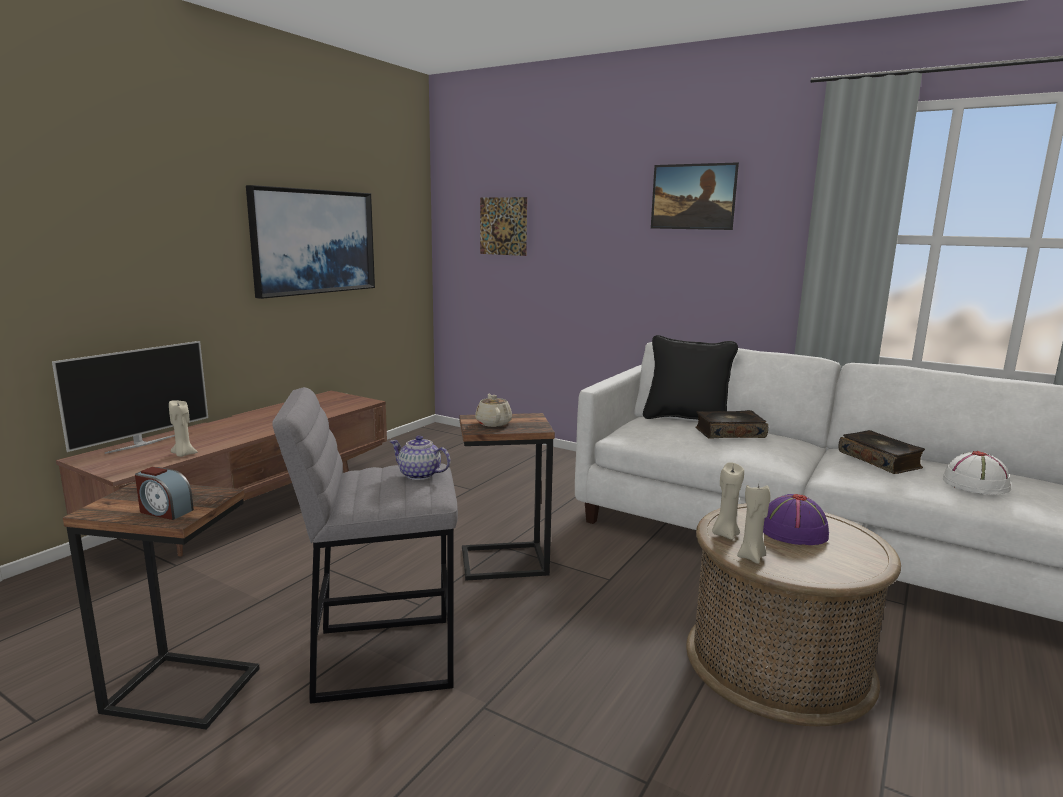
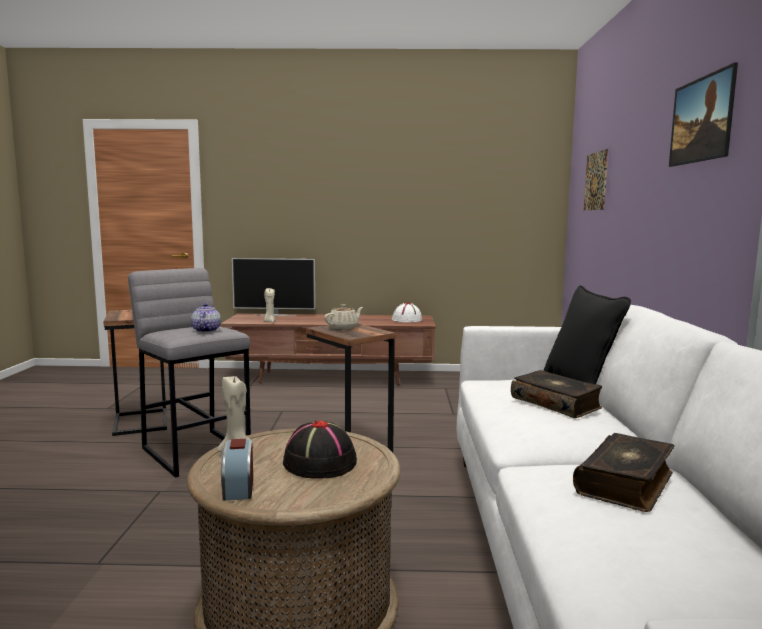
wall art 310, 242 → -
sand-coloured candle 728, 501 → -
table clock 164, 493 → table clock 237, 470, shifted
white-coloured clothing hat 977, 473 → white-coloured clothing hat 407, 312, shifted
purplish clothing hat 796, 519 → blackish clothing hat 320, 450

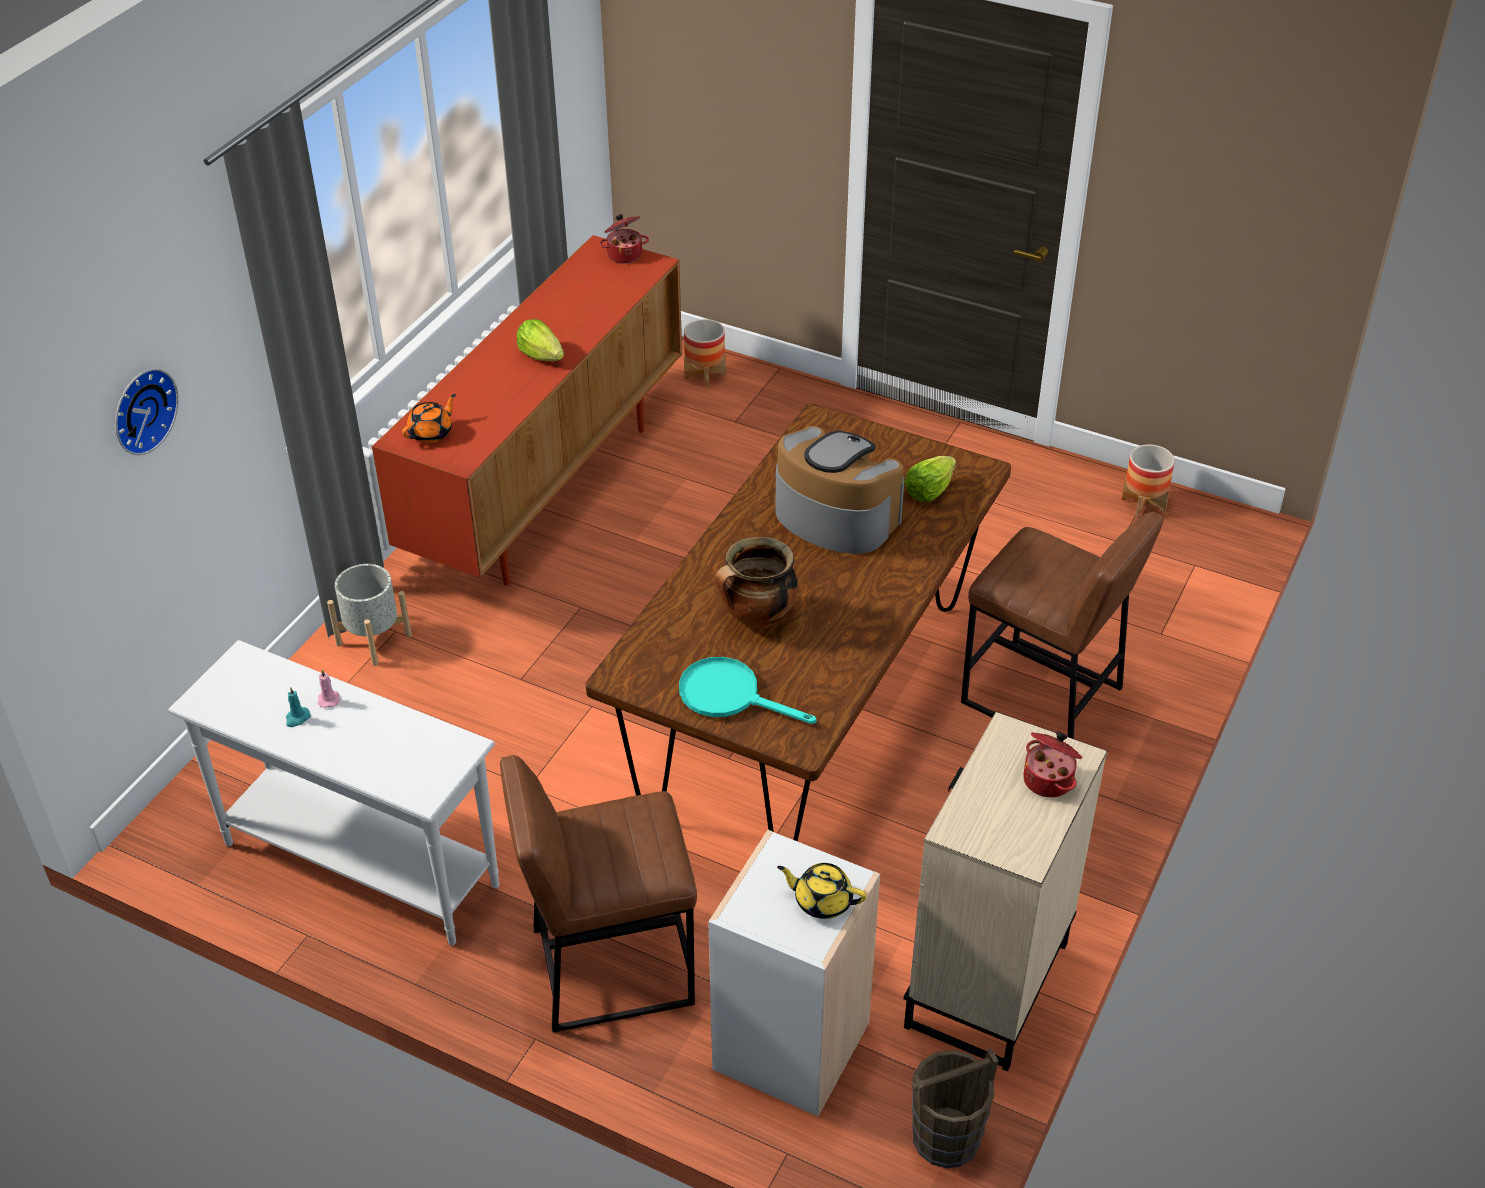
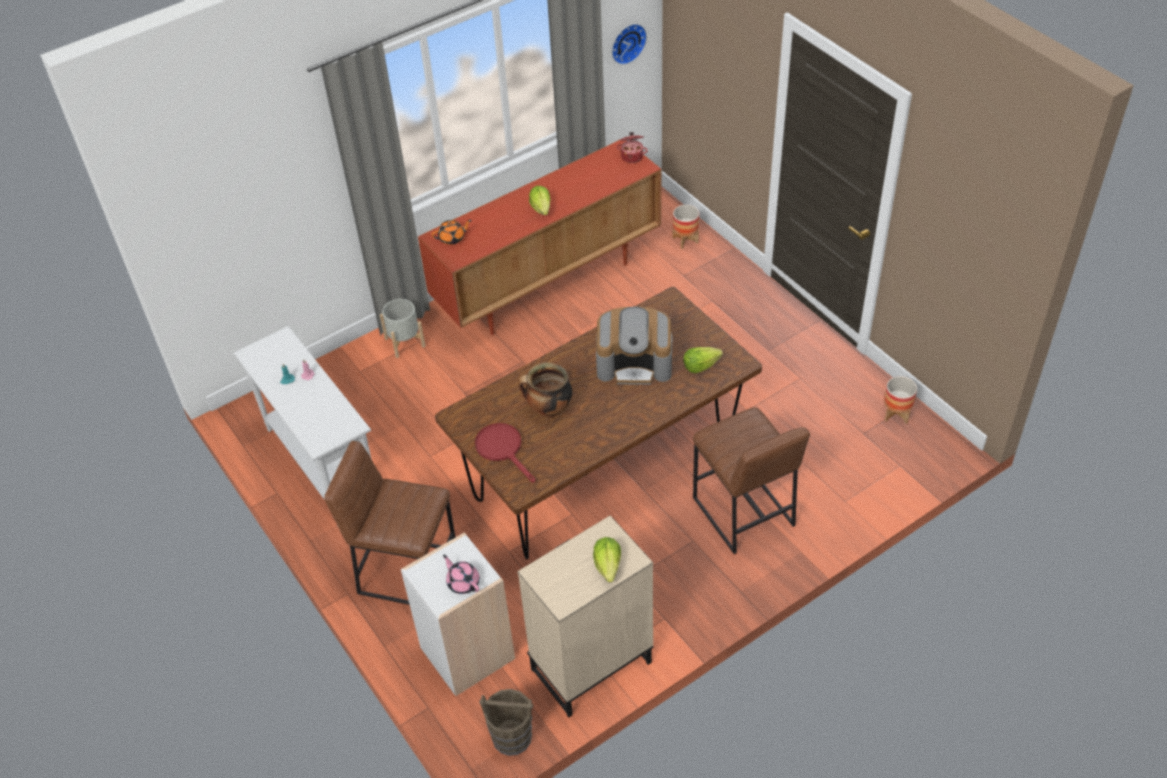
wall clock 147, 412 → wall clock 629, 44, shifted
cooking pot 1053, 764 → lettuce 607, 559
blue-green frying pan 747, 690 → red-coloured frying pan 505, 452
yellow-coloured tea pot 822, 891 → pinkish tea pot 461, 574
coffee machine 839, 490 → coffee machine 634, 345, 120 degrees clockwise

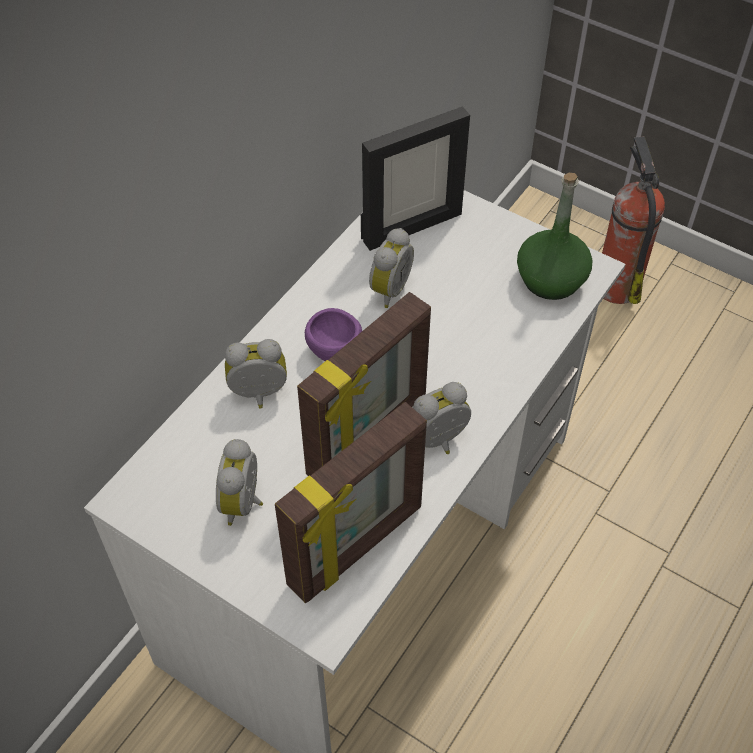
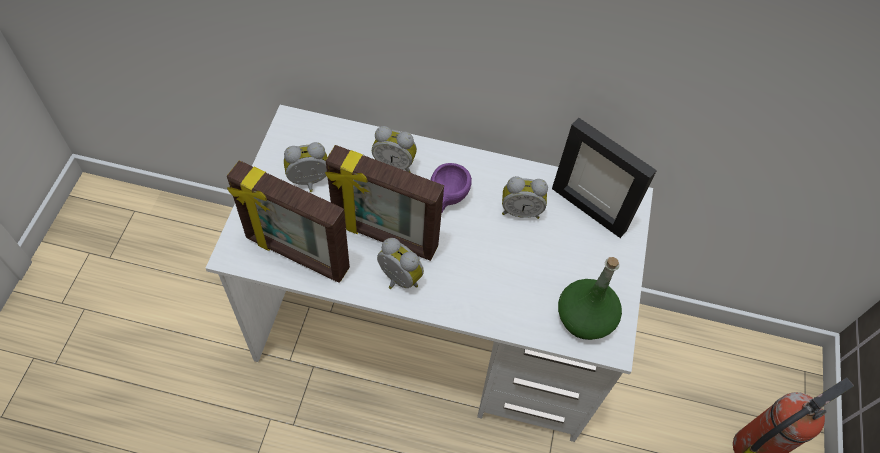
table clock 256, 373 → table clock 394, 149, 135 degrees clockwise

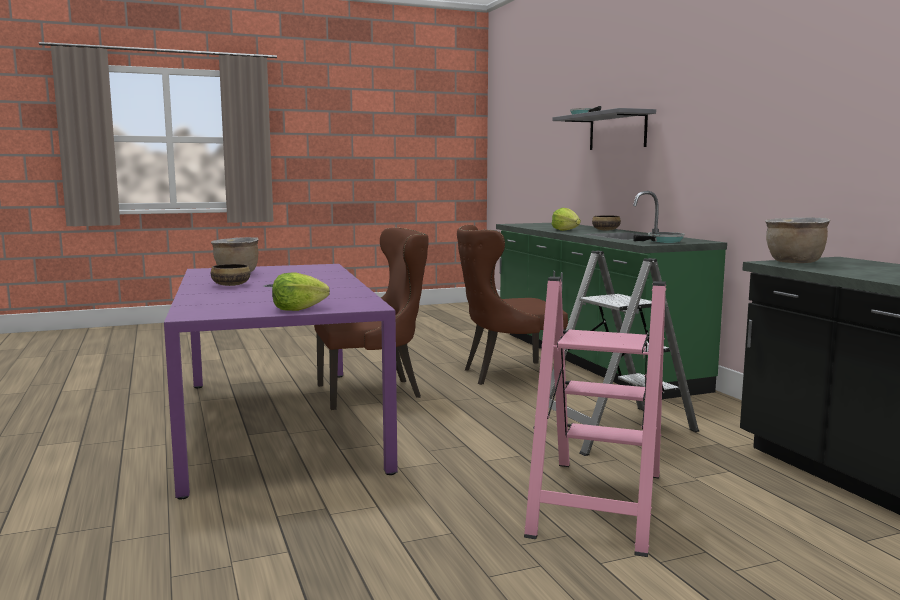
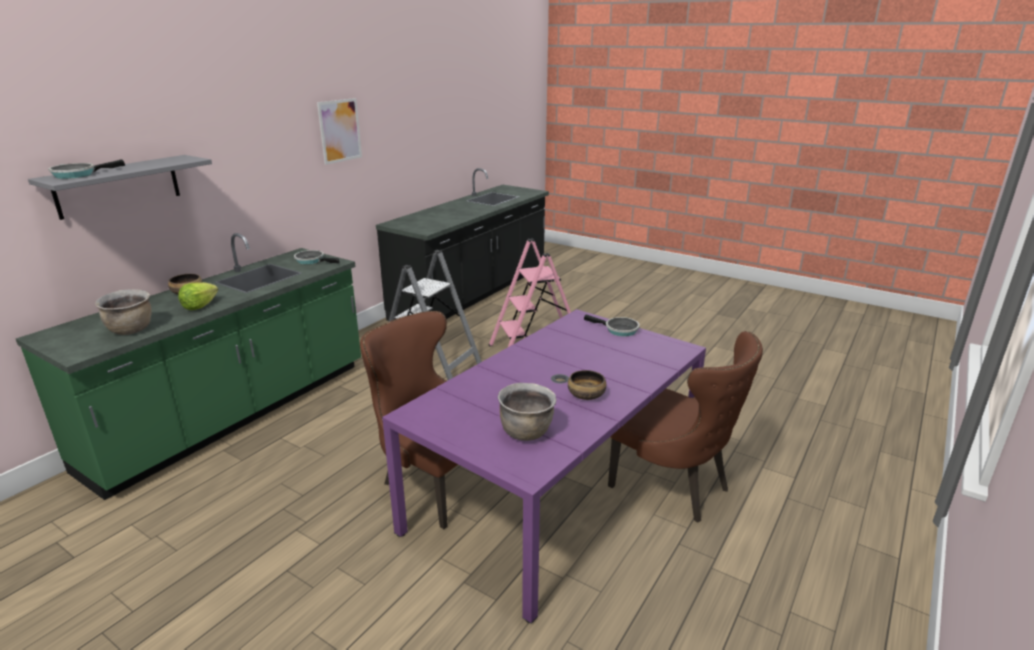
- → wall art 339, 131
brown chair 512, 305 → brown chair 685, 427, shifted
brown cooking pot 797, 240 → brown cooking pot 123, 312, shifted
lettuce 301, 291 → frying pan 612, 325

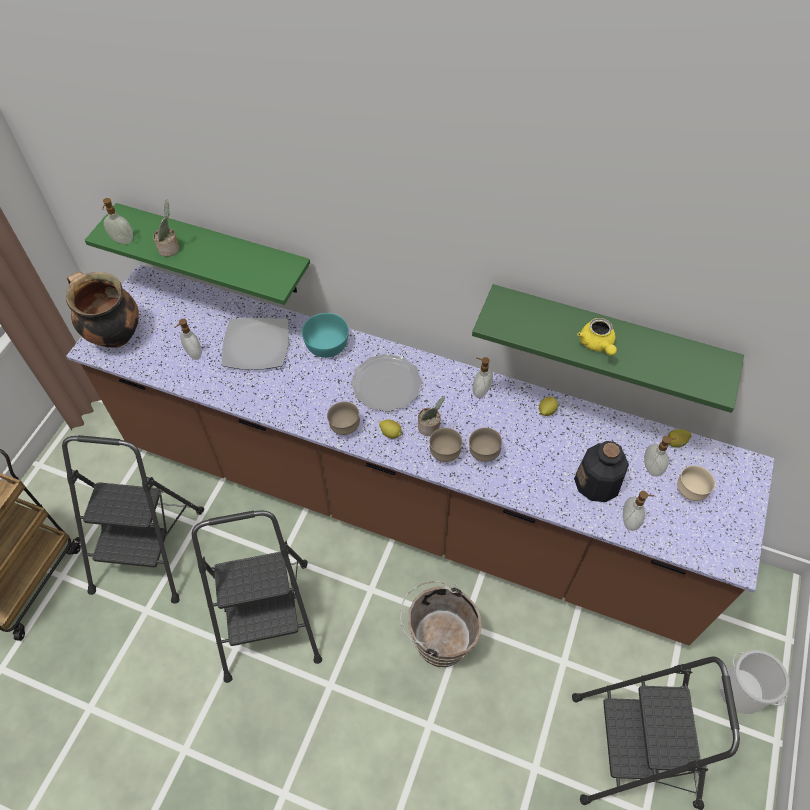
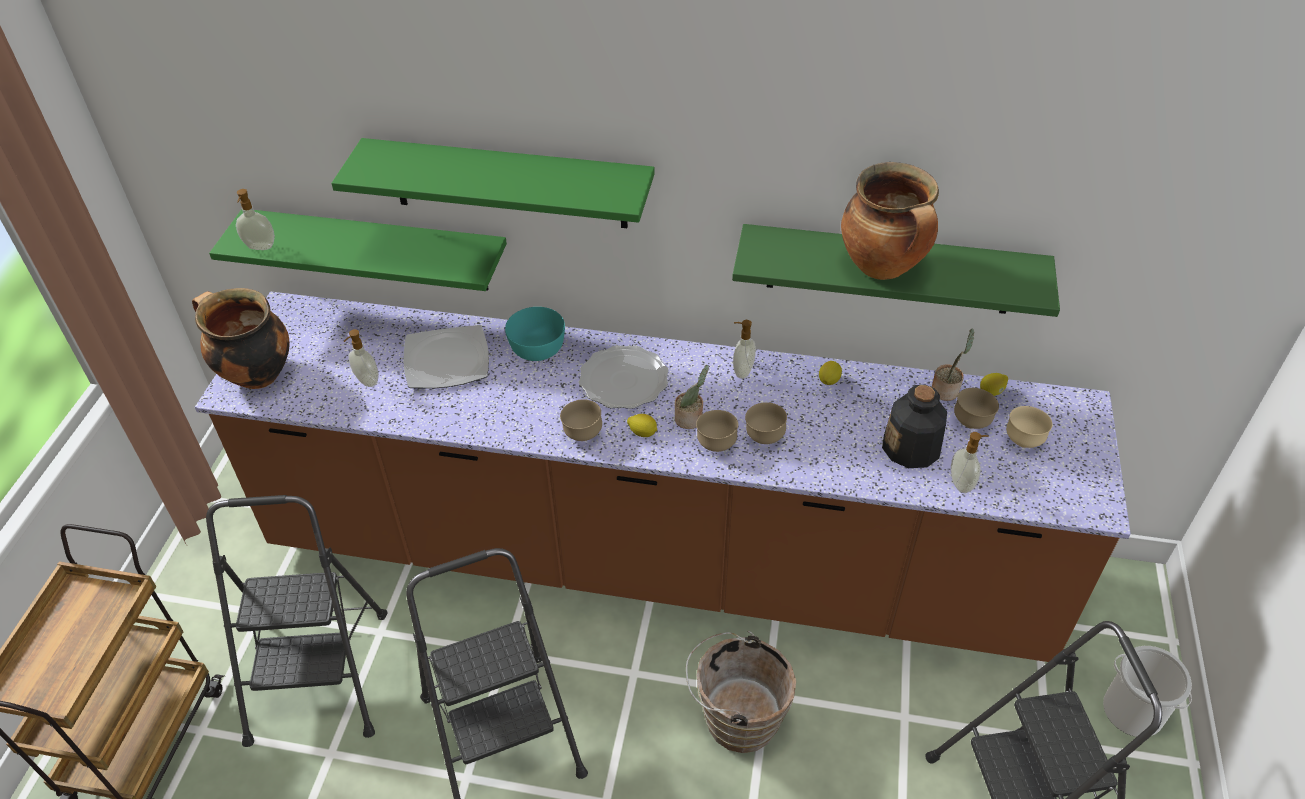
- → greenish shelf 493, 183
houseplant 166, 228 → houseplant 953, 364, shifted
yellow-coloured tea pot 597, 337 → cooking pot 890, 221
liquid soap bottle 660, 456 → brown deep dish 976, 408

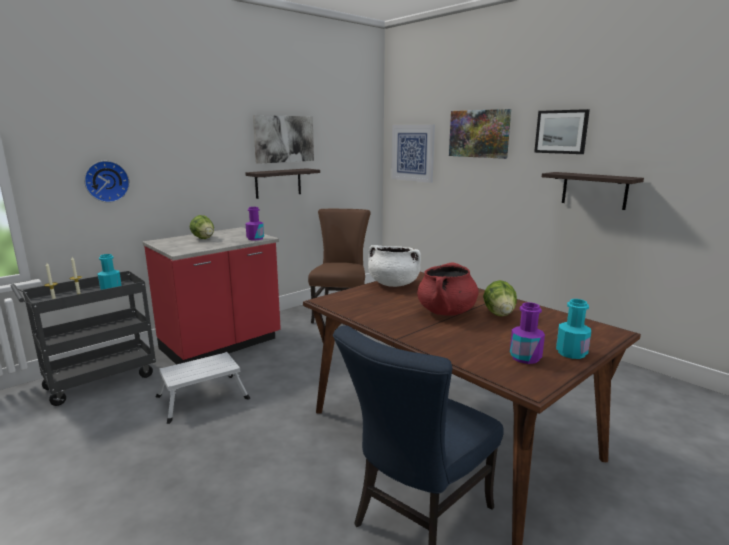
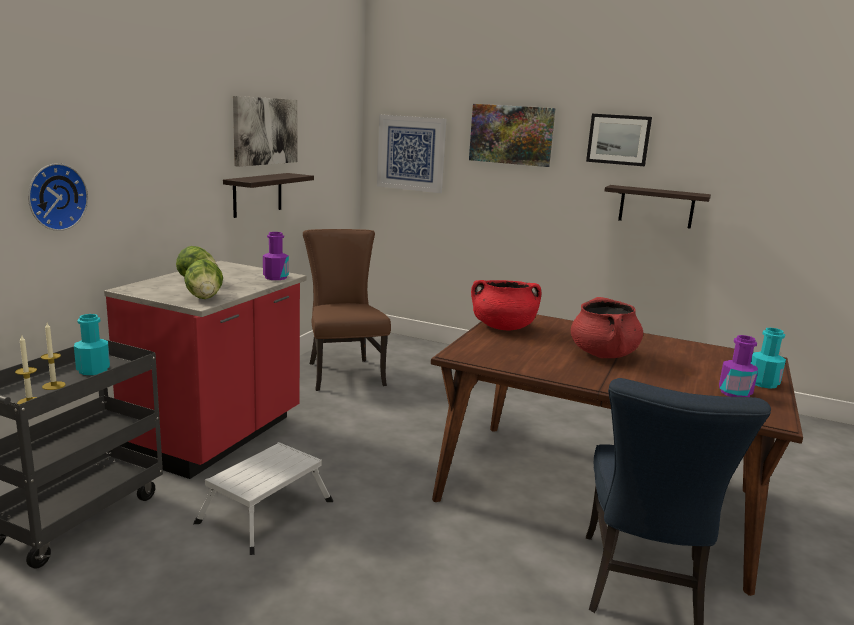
lettuce 500, 298 → lettuce 203, 279, shifted
white-coloured cooking pot 394, 266 → red-coloured cooking pot 506, 305

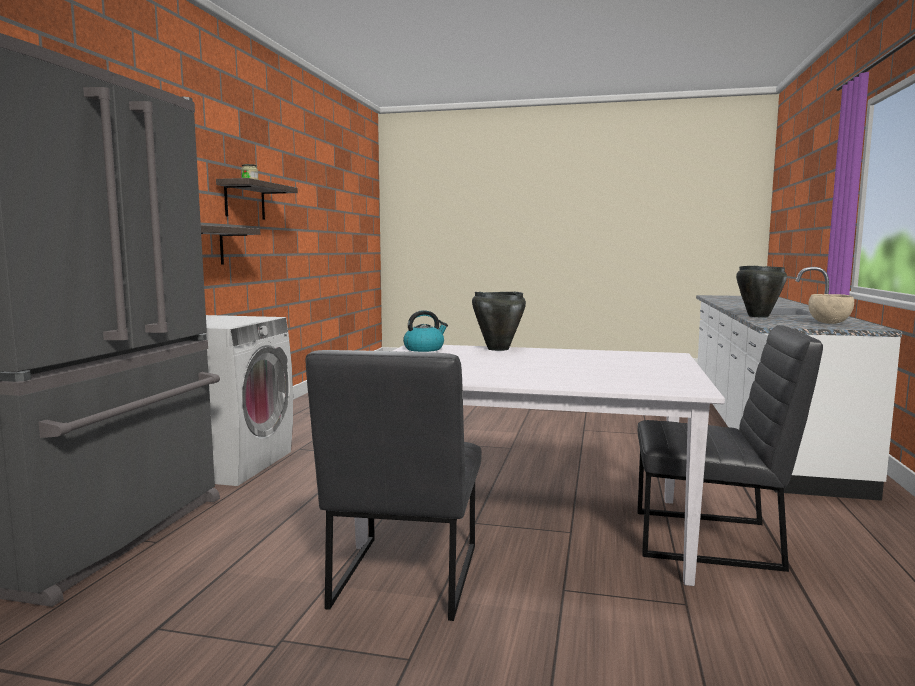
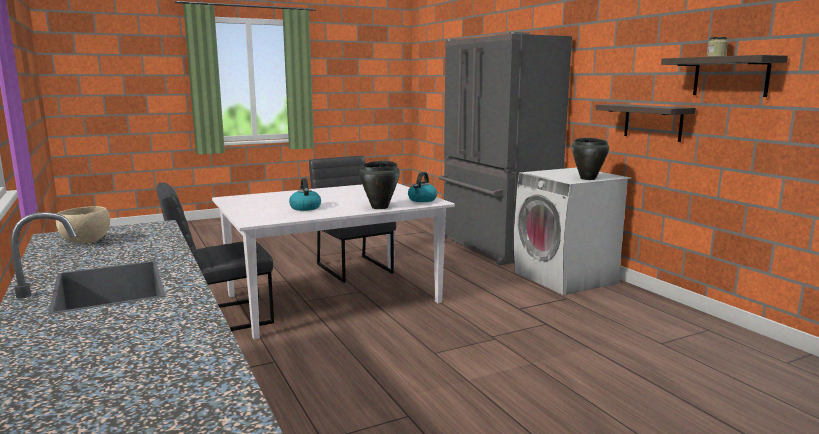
- → water kettle 305, 194
blackish cooking pot 761, 291 → blackish cooking pot 590, 159, shifted

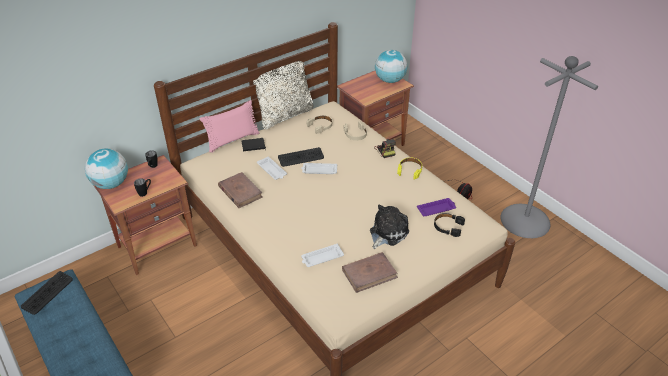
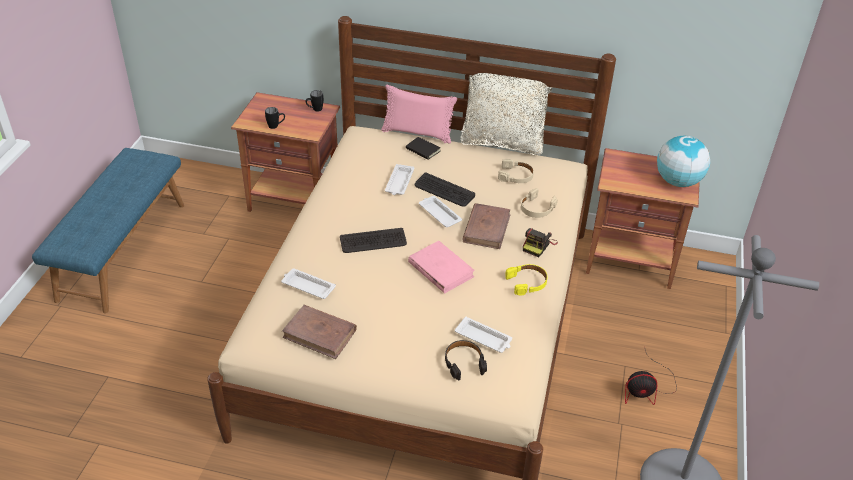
desk globe 106, 169 → -
plush toy 389, 227 → -
- → pinkish bound book 441, 267
computer keyboard 46, 293 → computer keyboard 373, 240, shifted
brown bound book 240, 190 → brown bound book 486, 226, shifted
purplish serving tray 436, 207 → white-coloured serving tray 483, 334

